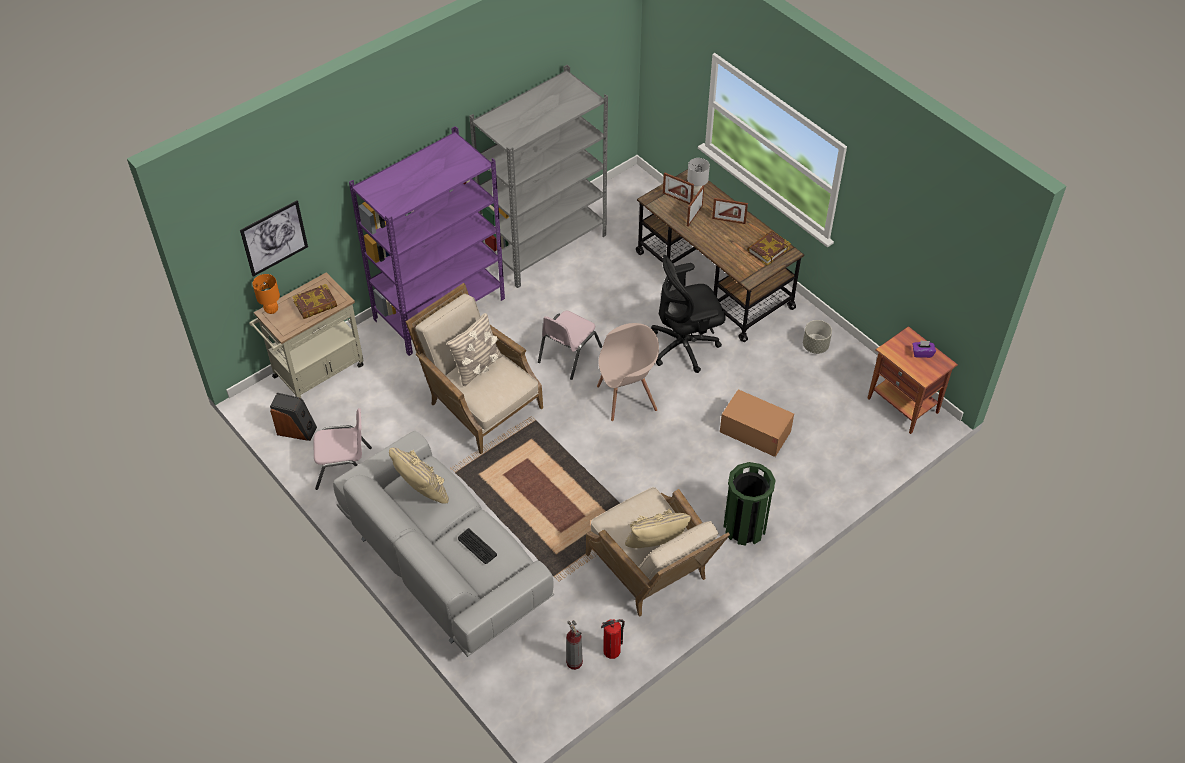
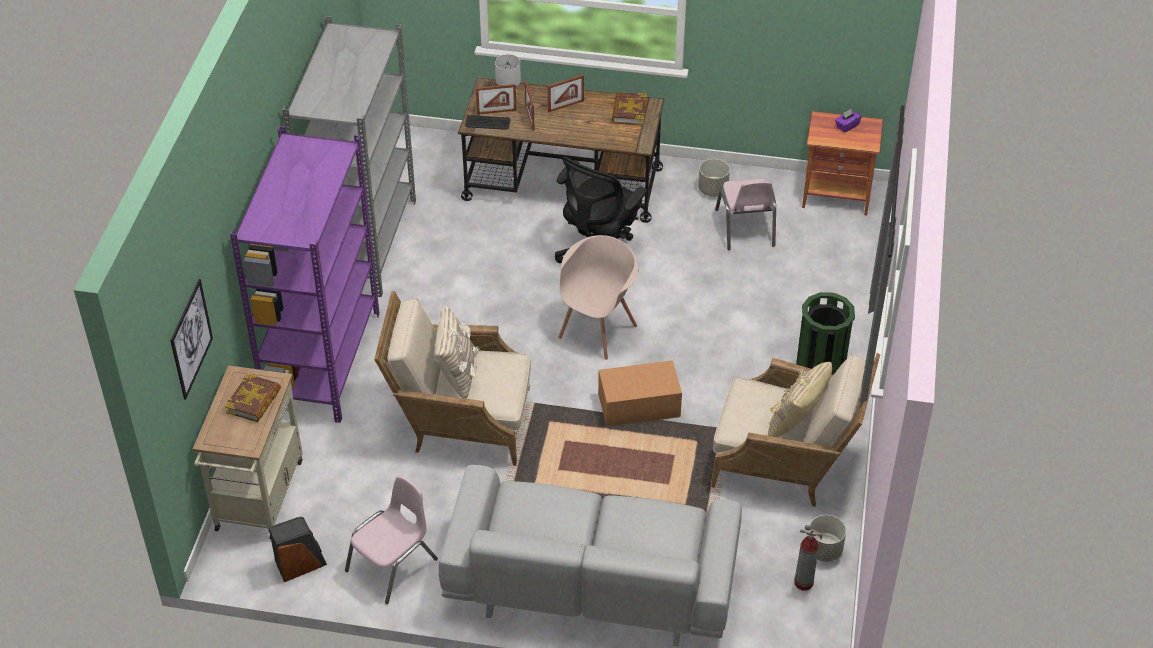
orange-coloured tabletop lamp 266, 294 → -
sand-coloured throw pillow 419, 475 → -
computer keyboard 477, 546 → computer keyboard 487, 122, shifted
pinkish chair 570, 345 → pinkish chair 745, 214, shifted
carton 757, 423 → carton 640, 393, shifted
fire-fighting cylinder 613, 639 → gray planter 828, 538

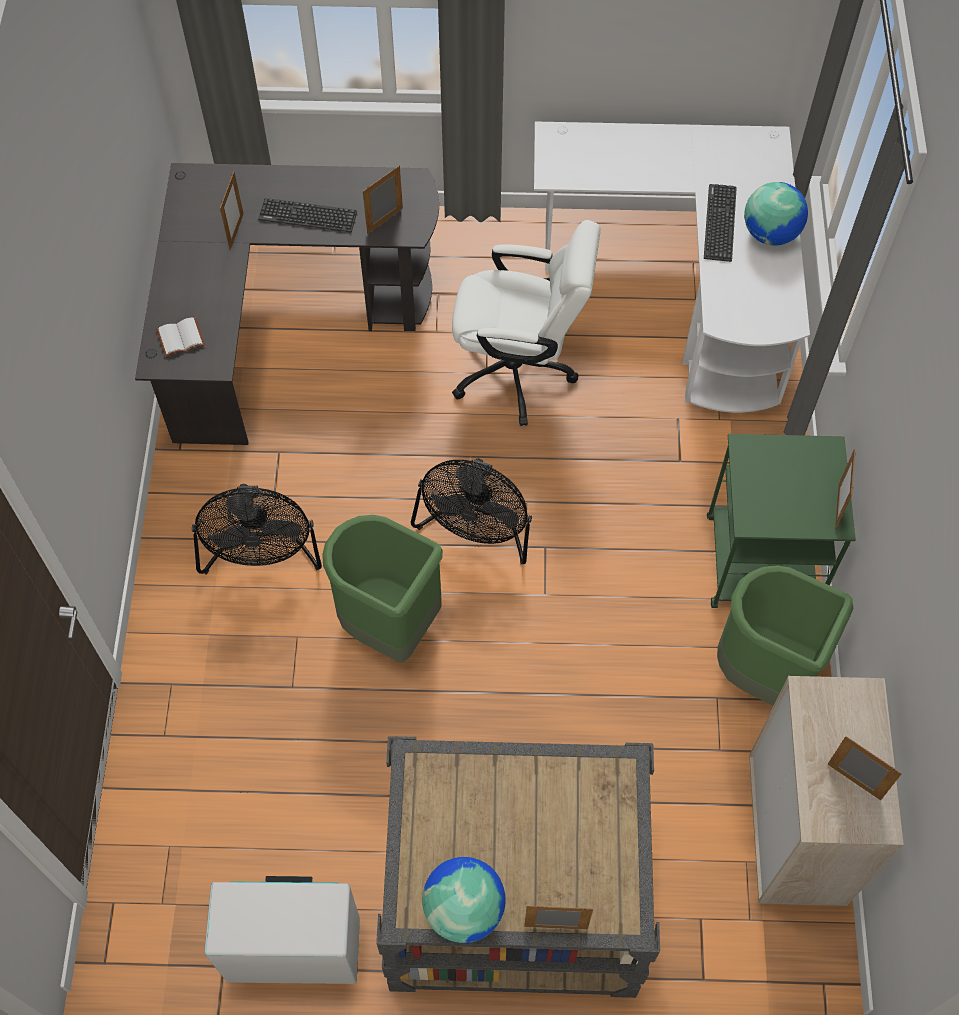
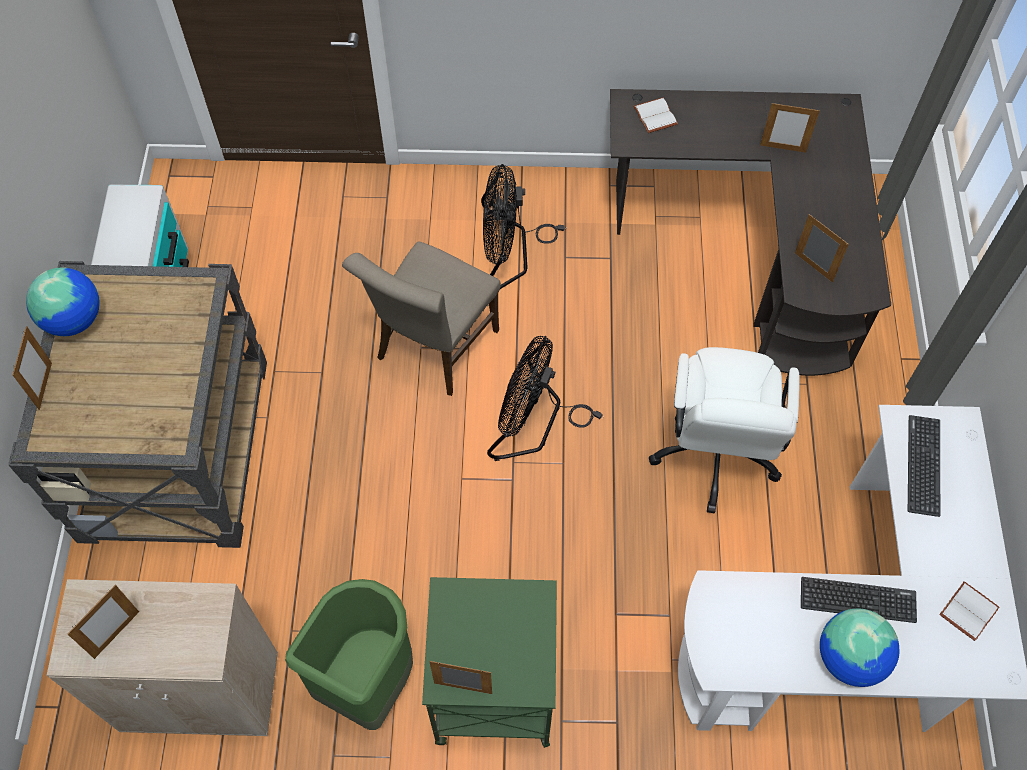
- → white-coloured bound book 969, 611
computer keyboard 307, 215 → computer keyboard 924, 466, shifted
greenish trash can 382, 588 → sand-coloured chair 421, 319

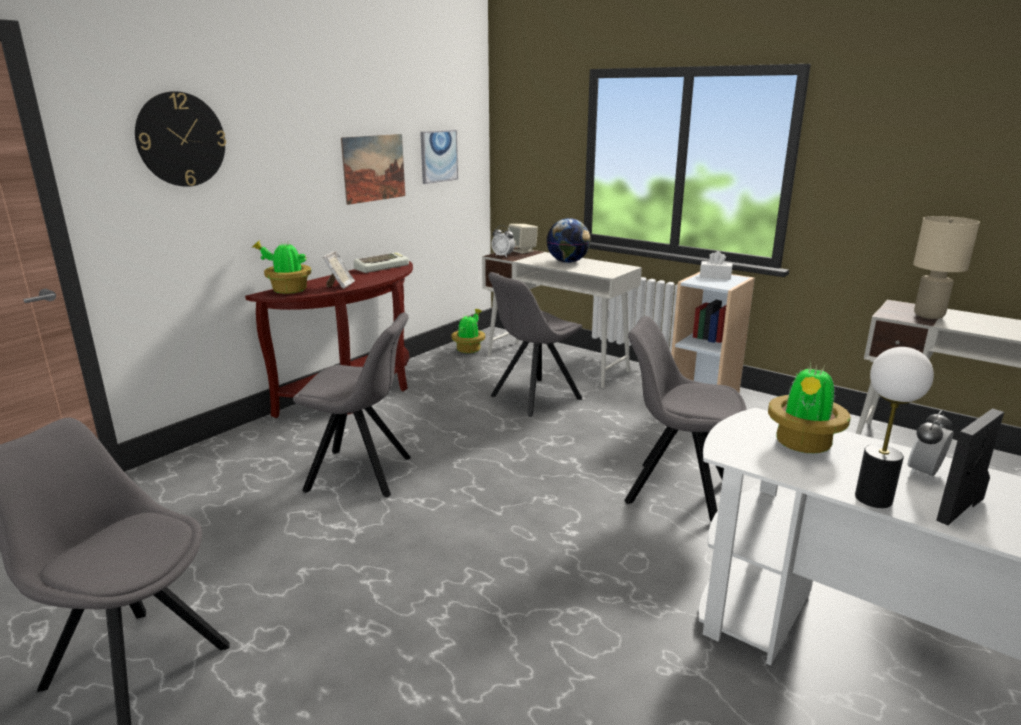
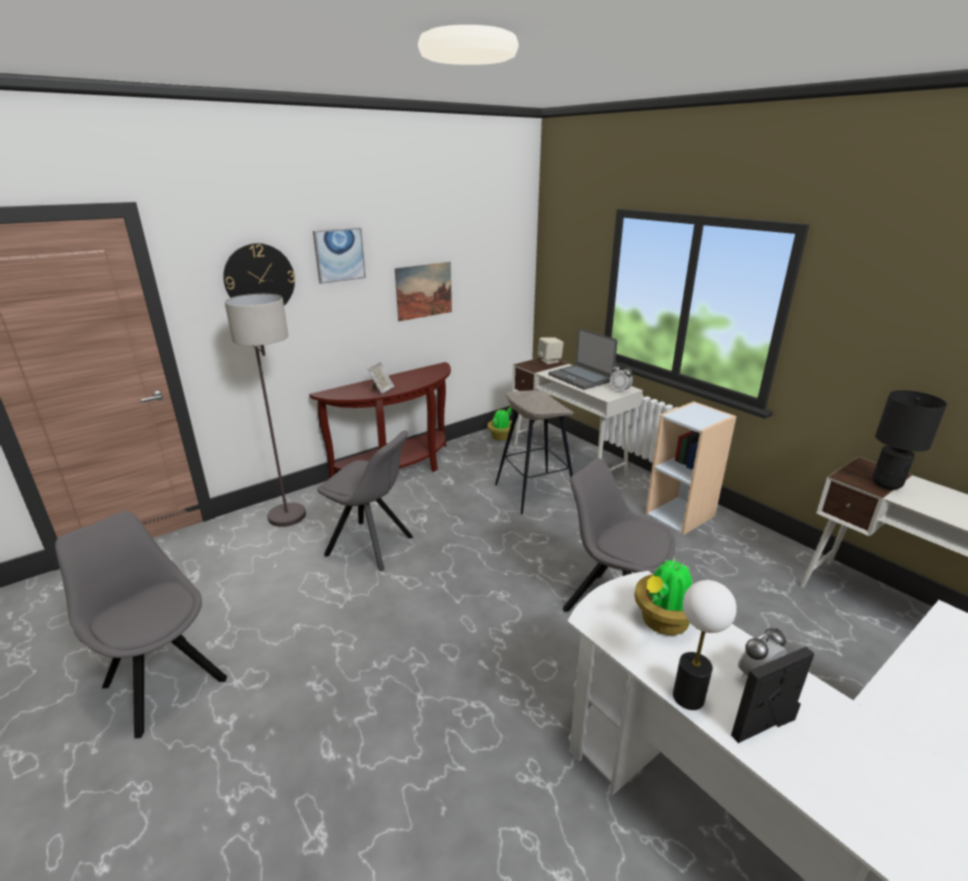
houseplant 281, 266 → -
computer keyboard 381, 262 → -
white-coloured box of tissues 716, 265 → -
- → gray standing lamp 265, 410
wall art 439, 157 → wall art 339, 255, shifted
table clock 503, 241 → table clock 621, 378, shifted
gray chair 535, 344 → gray stool seat 535, 452
desk globe 569, 240 → portable computer 583, 359
sand-coloured tabletop lamp 946, 267 → blackish tabletop lamp 909, 440

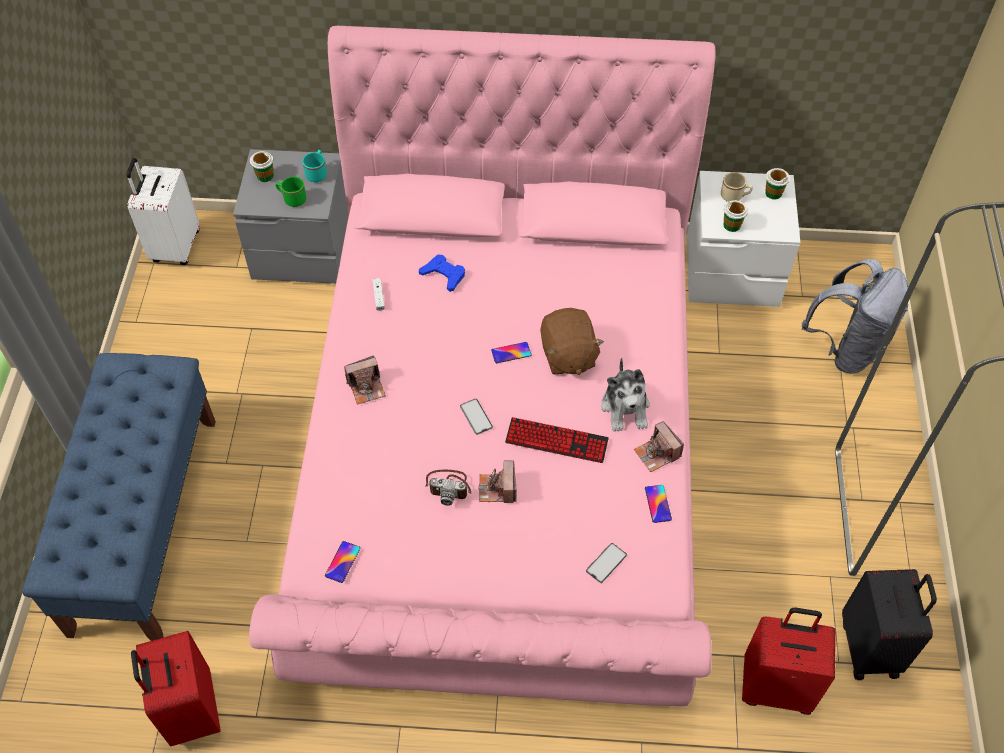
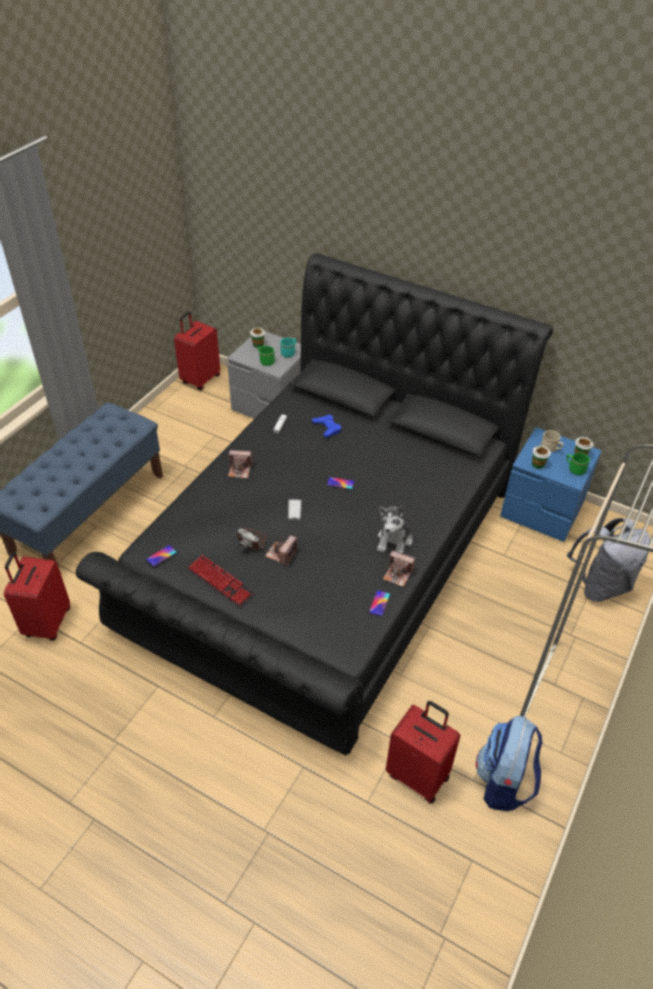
brown plush toy 572, 341 → -
phone 606, 563 → -
- → greenish mug 578, 464
computer keyboard 557, 440 → computer keyboard 221, 581, shifted
blackish piece of luggage 889, 624 → backpack 509, 763
white-coloured piece of luggage 162, 211 → red-coloured piece of luggage 197, 350
pinkish bedroom bed 482, 366 → blackish bedroom bed 314, 504
white-coloured nightstand 743, 239 → blue nightstand 551, 484
photo camera 659, 446 → photo camera 399, 568, 60 degrees counterclockwise

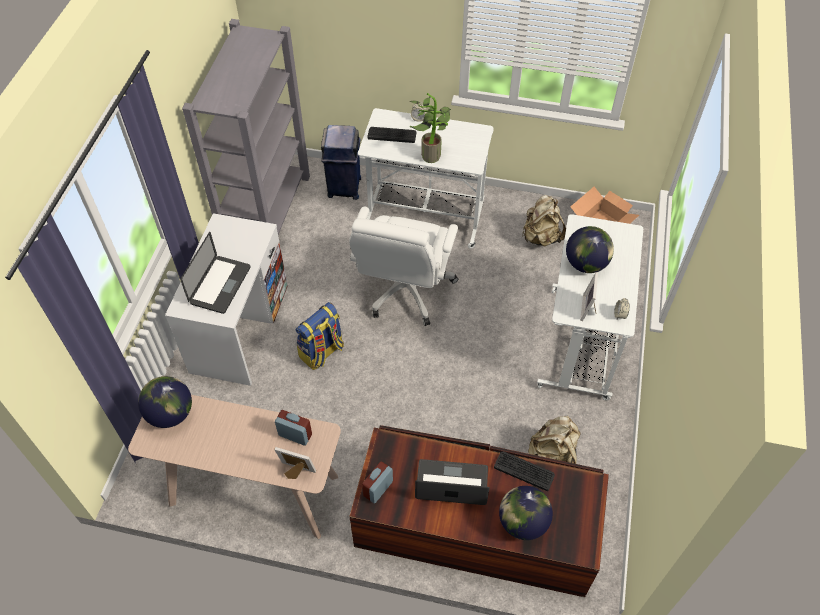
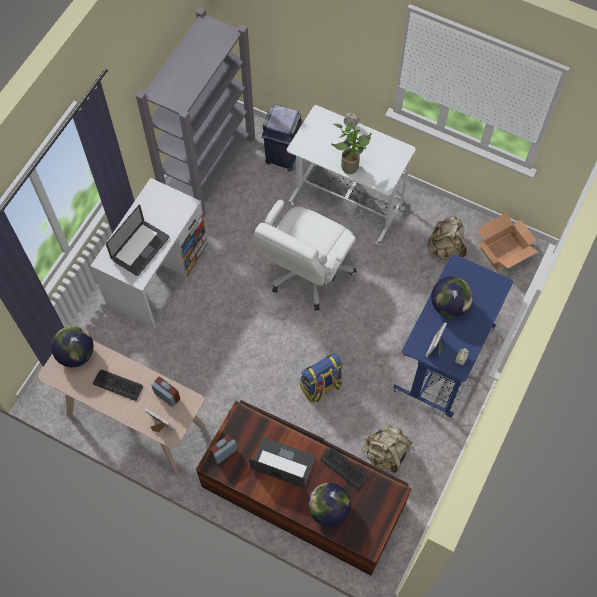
backpack 319, 336 → backpack 321, 377, shifted
computer keyboard 391, 135 → computer keyboard 118, 385, shifted
white-coloured desk 590, 307 → blue desk 453, 335

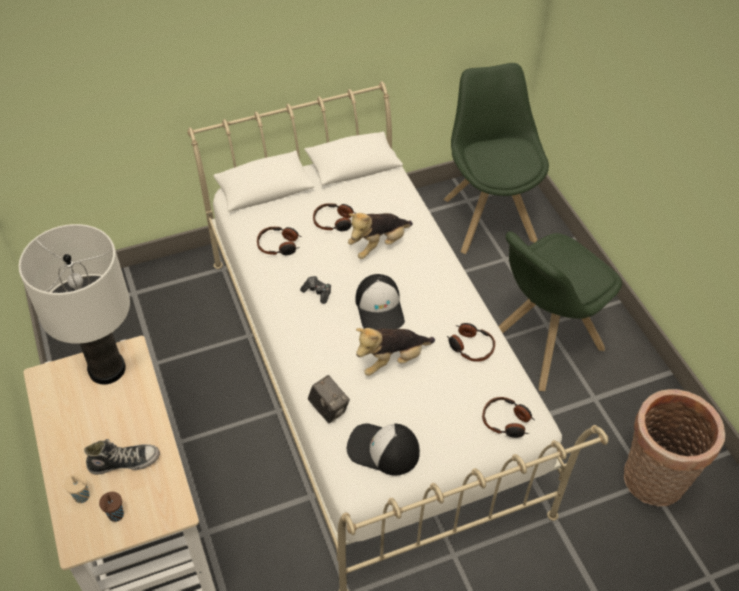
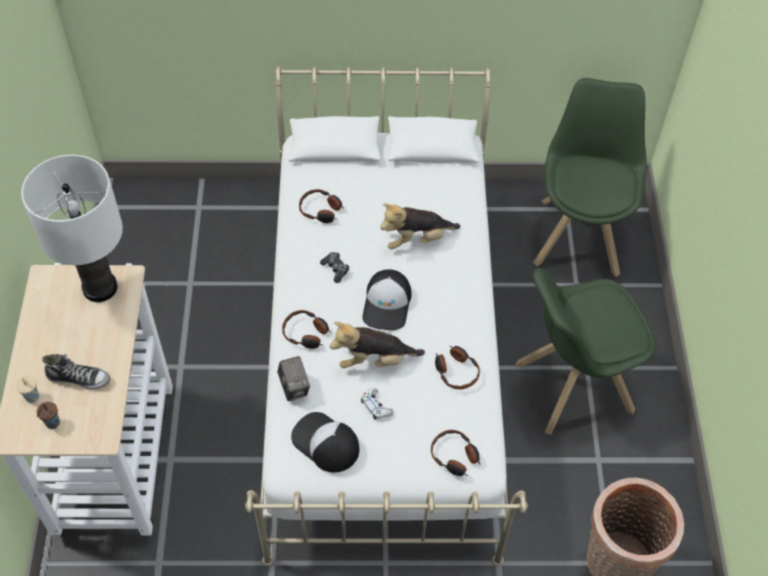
- → white-coloured joypad 377, 404
pair of headphones 334, 217 → pair of headphones 306, 329, shifted

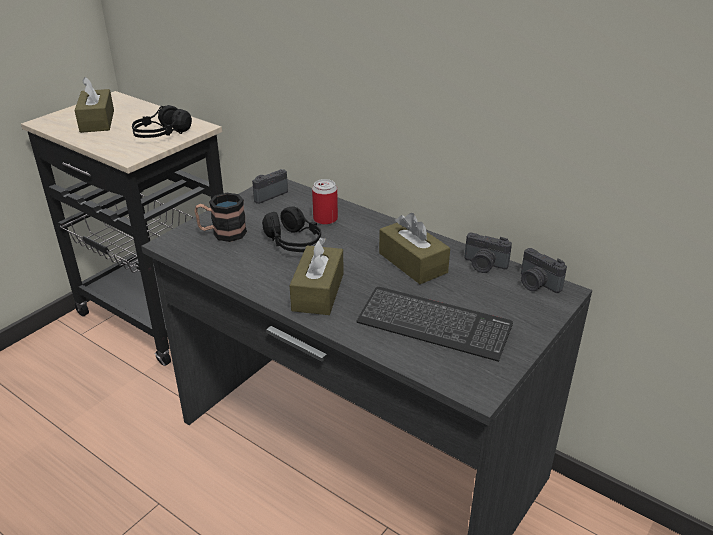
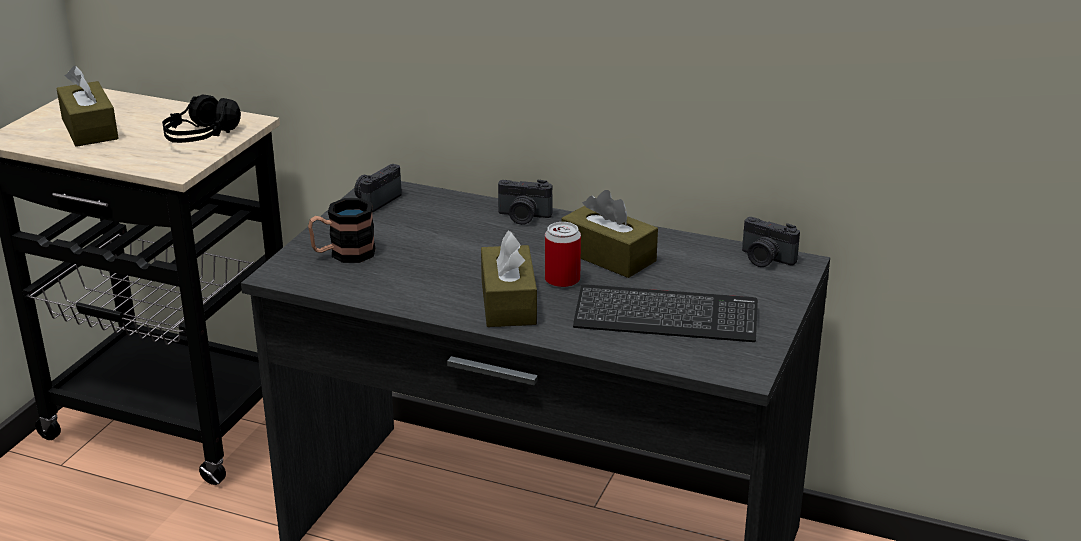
blackish pair of headphones 291, 229 → -
metal can 325, 202 → metal can 563, 255, shifted
photo camera 488, 253 → photo camera 525, 202, shifted

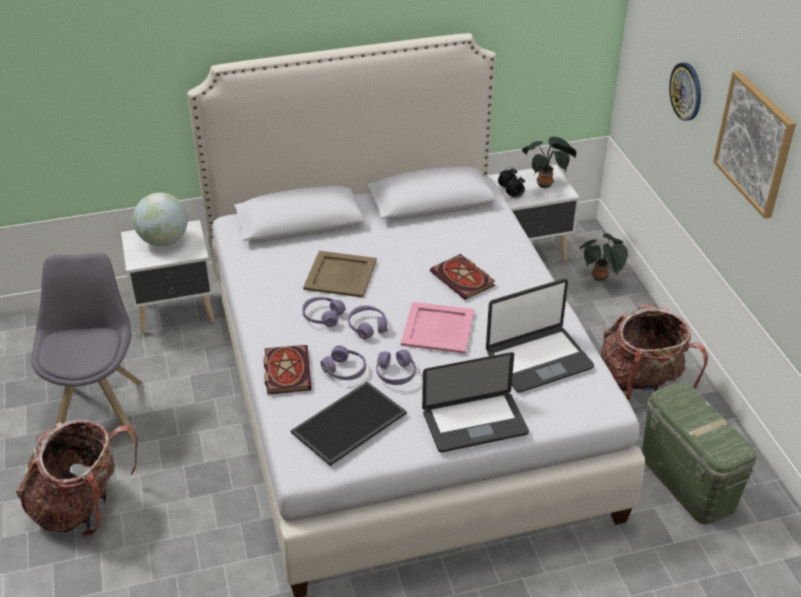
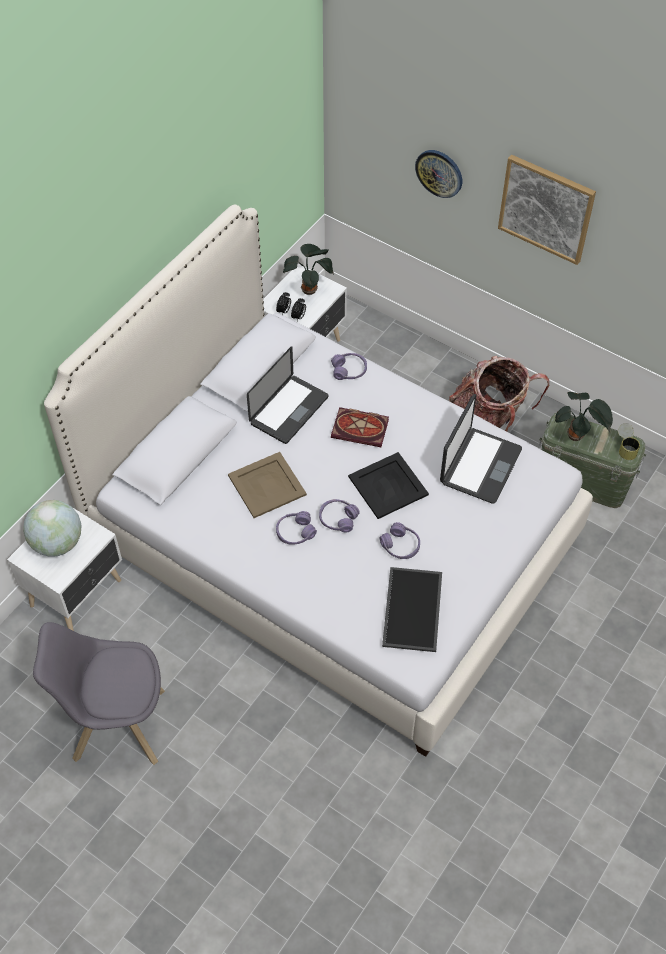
backpack 77, 477 → -
bound book 288, 370 → -
- → metal can 629, 441
purplish pair of headphones 343, 362 → purplish pair of headphones 349, 366, shifted
portable computer 475, 402 → portable computer 287, 395, shifted
houseplant 604, 257 → houseplant 584, 416, shifted
pinkish serving tray 437, 328 → blackish serving tray 388, 485
gray chair 87, 346 → gray chair 99, 693, 45 degrees counterclockwise

